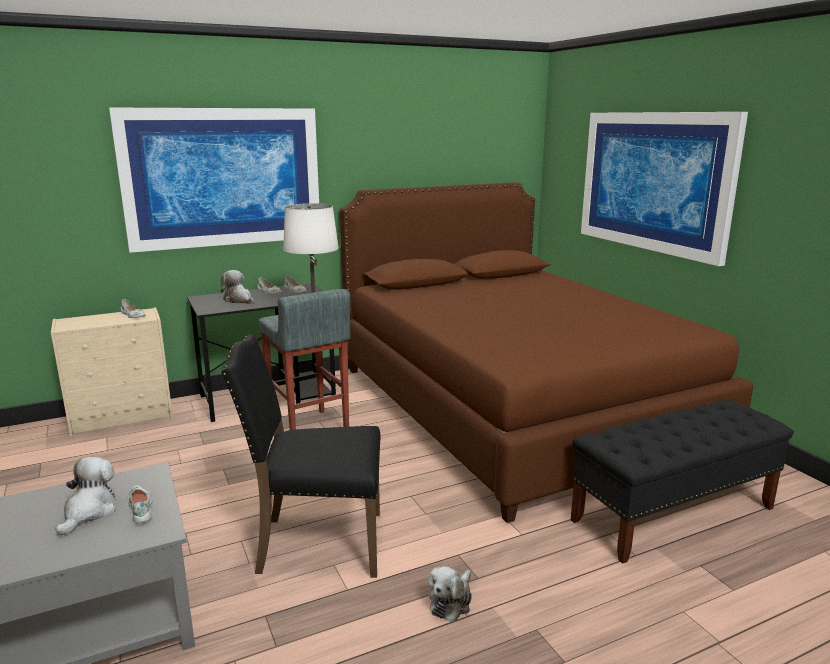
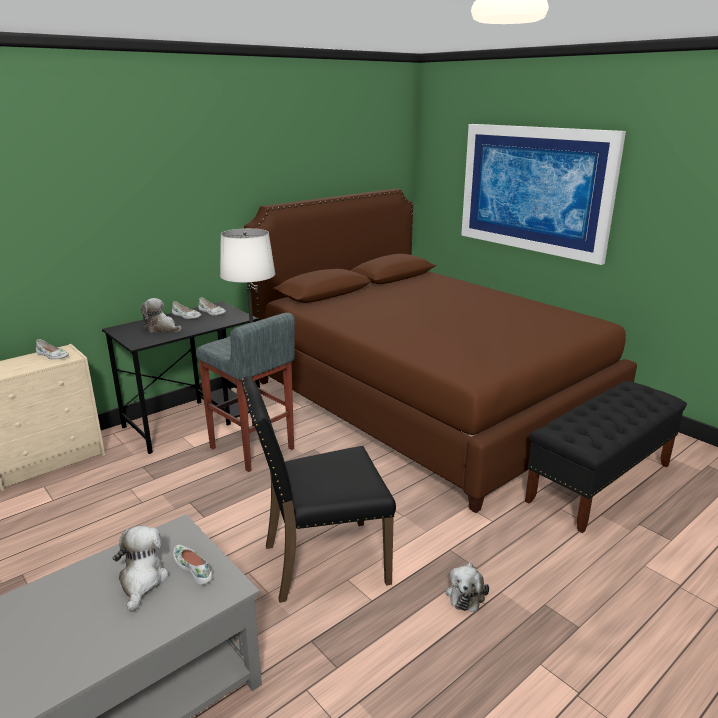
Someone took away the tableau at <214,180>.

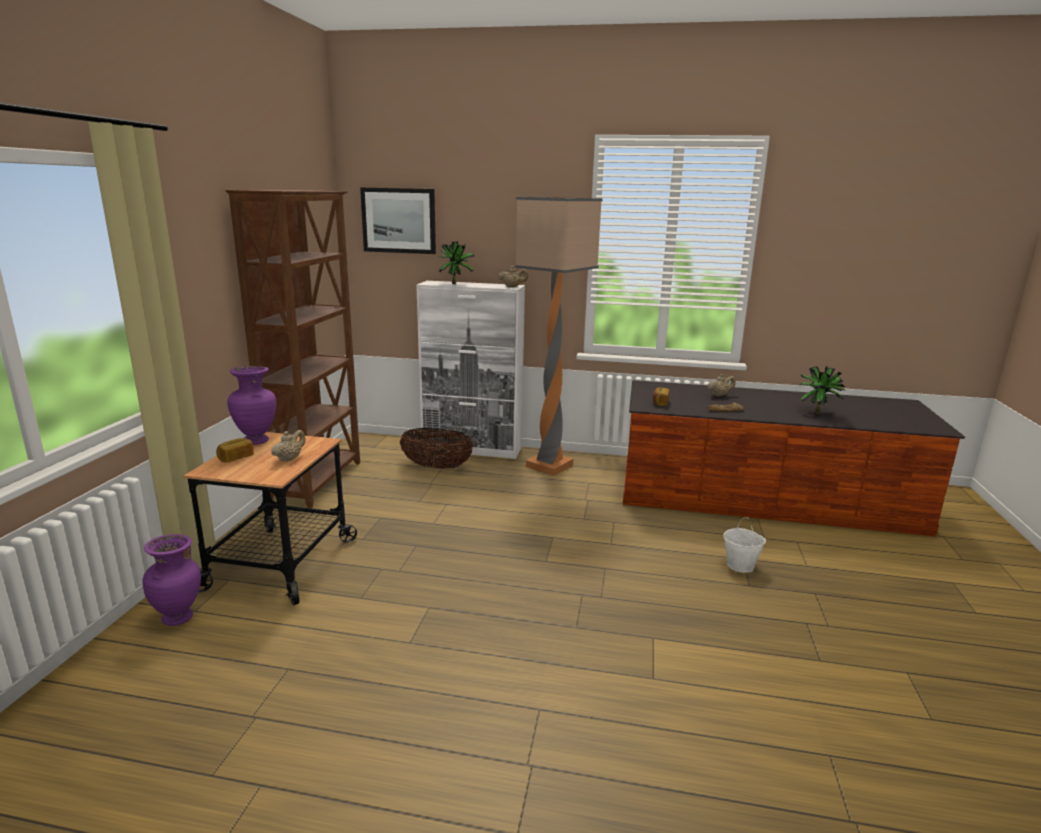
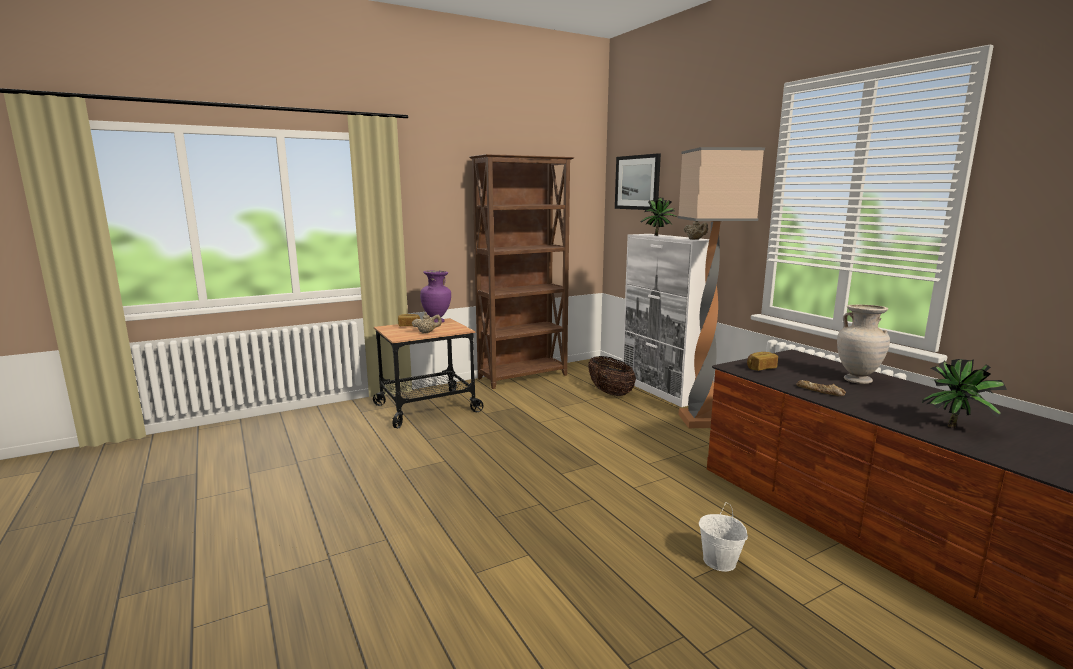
Someone took away the vase (violet) at <172,580>.
Someone swapped the théière (beige) at <721,385> for the vase (beige) at <863,344>.

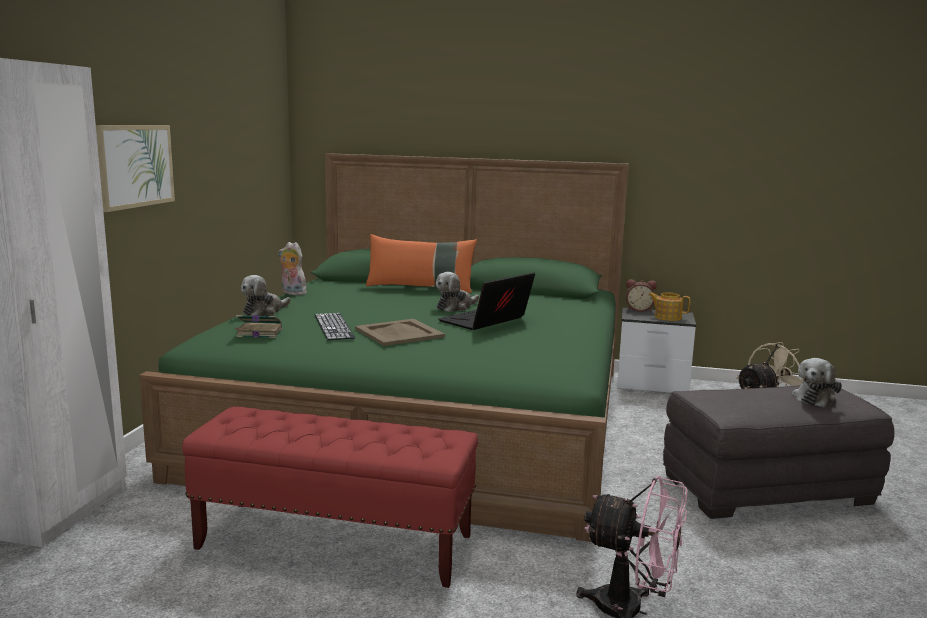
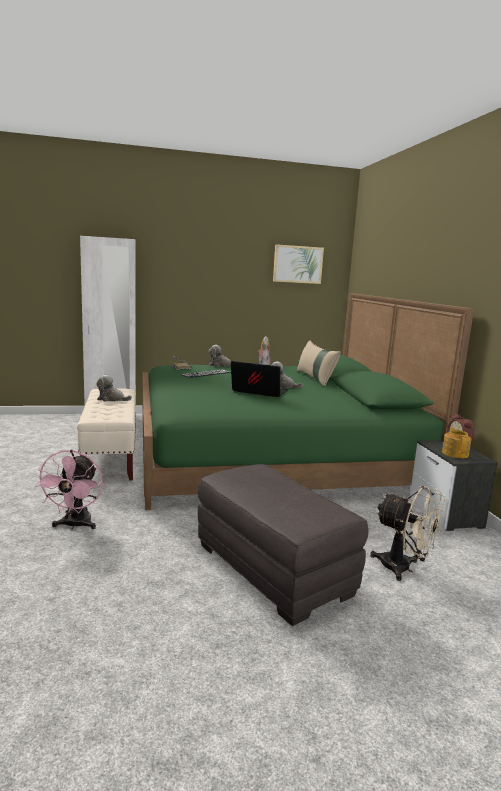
Someone carried the tableau from <135,168> to <298,264>.
Someone repainted the banc (rouge) at <330,497>, which became the banc (beige) at <106,434>.
Someone took away the plateau (beige) at <400,332>.
Someone repainted the coussin (orange) at <421,263>, which became the coussin (beige) at <319,363>.
Someone carried the peluche from <817,382> to <114,388>.

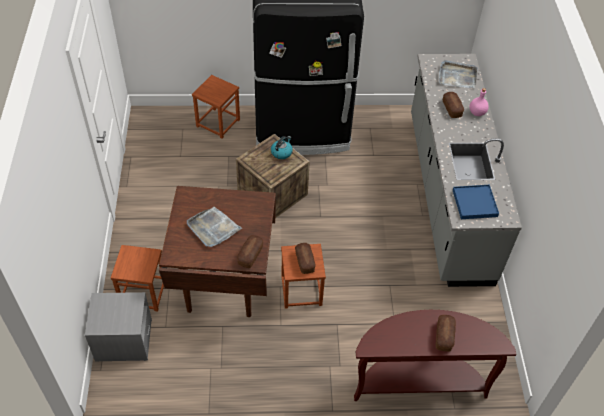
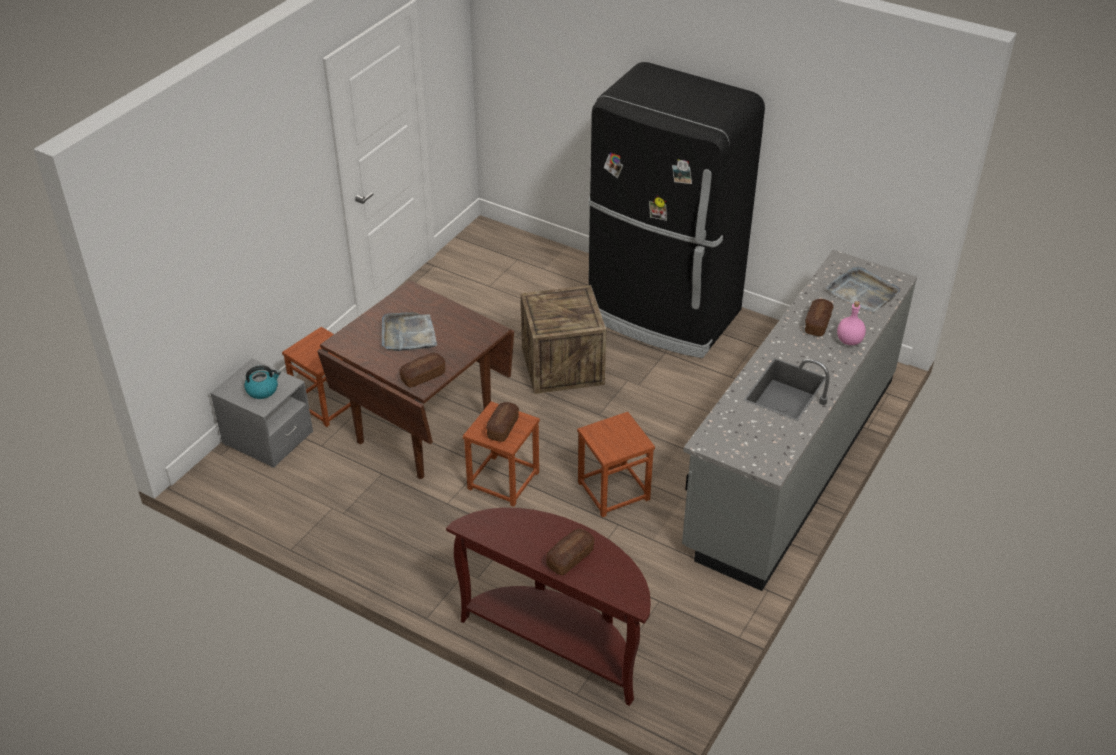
Someone carried the tabouret (marron) from <216,107> to <616,464>.
Someone carried the bouilloire from <282,147> to <262,382>.
Someone took away the plateau (bleu) at <476,202>.

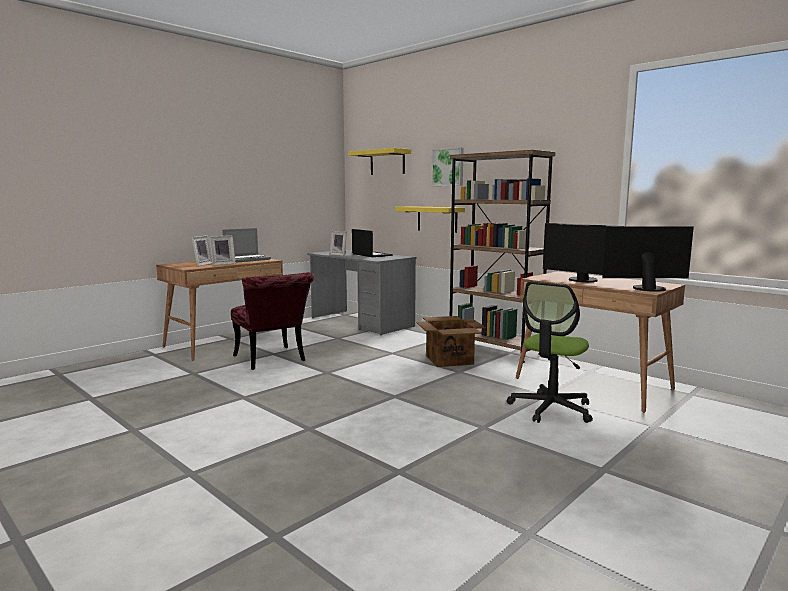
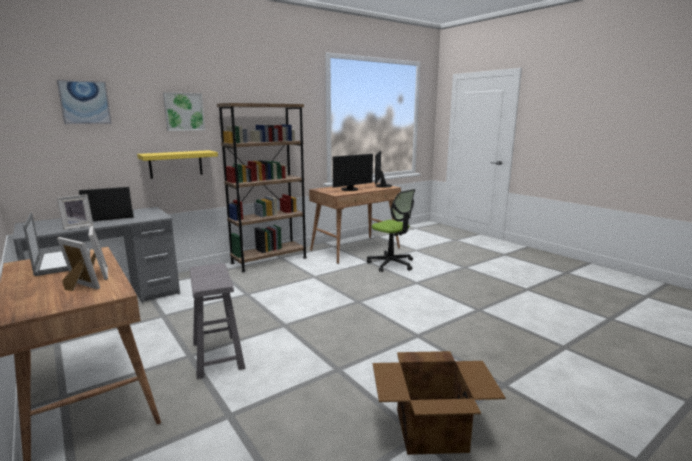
Someone swapped the chaise (rouge) at <272,321> for the tabouret (gris) at <217,321>.
Someone swapped the étagère (jaune) at <379,161> for the tableau at <84,102>.
Someone carried the carton from <451,341> to <439,403>.

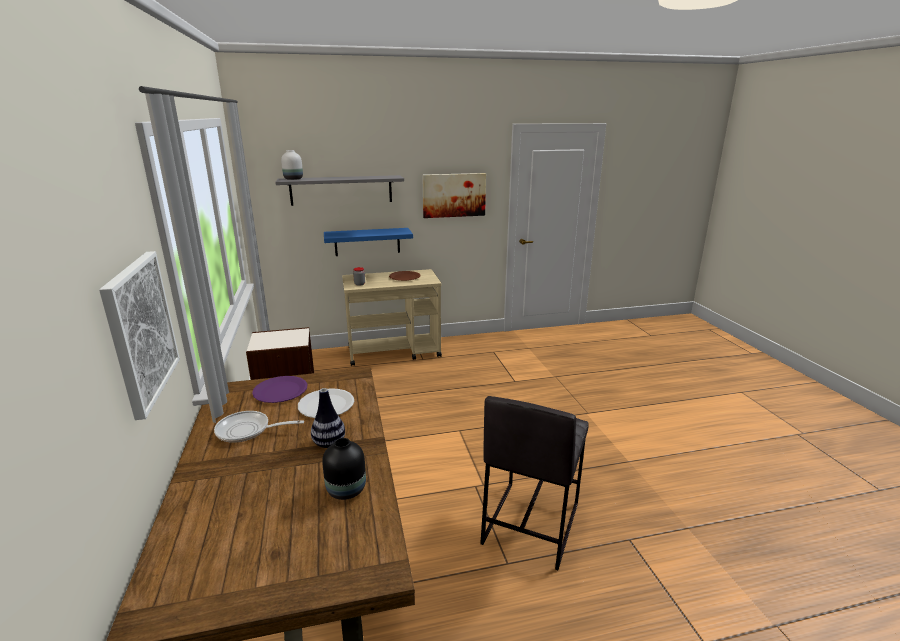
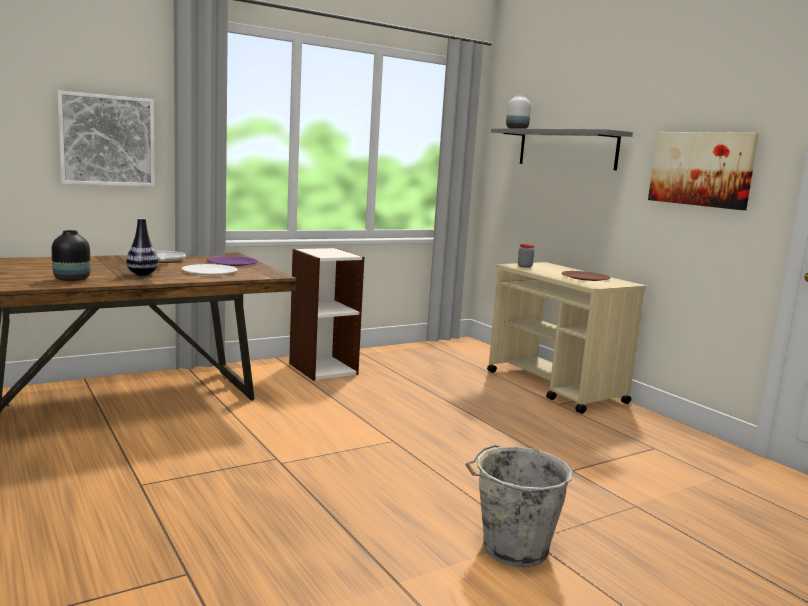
Someone took away the étagère (bleu) at <368,242>.
Someone took away the tabouret (gris) at <534,483>.
Someone put down the seau (gris) at <519,506>.

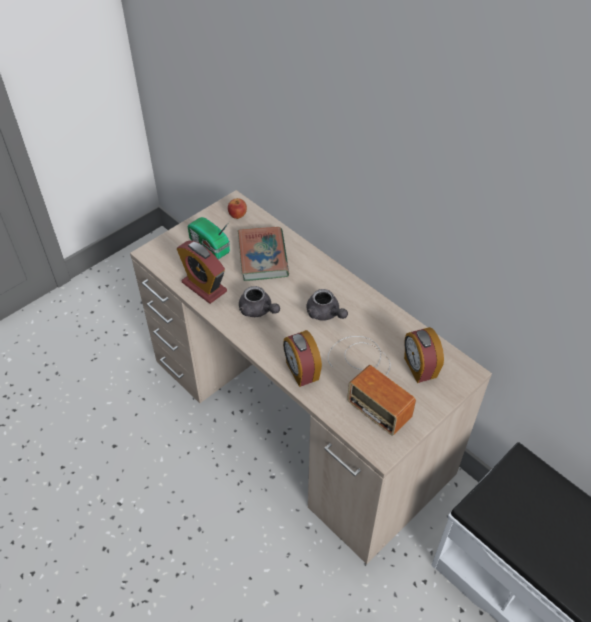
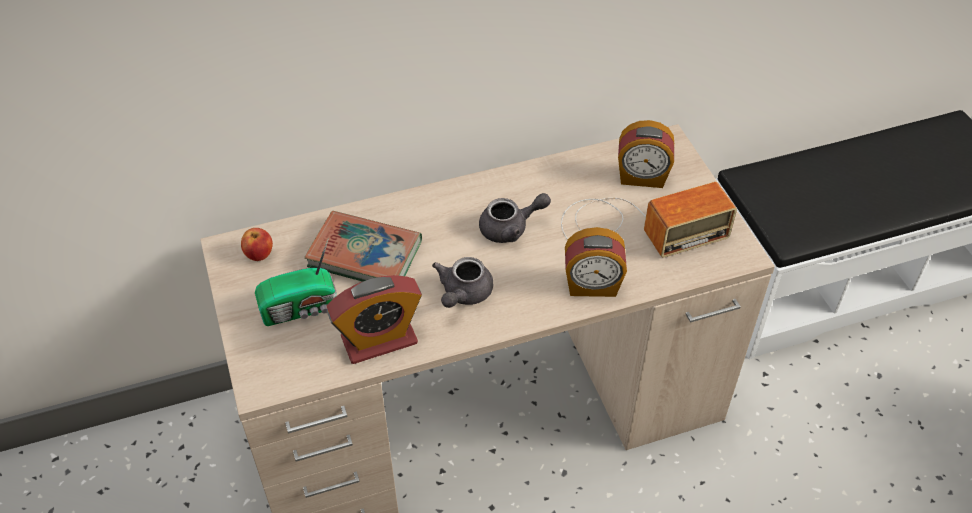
Someone rotated the théière (gris) at <259,301> by 135 degrees clockwise.

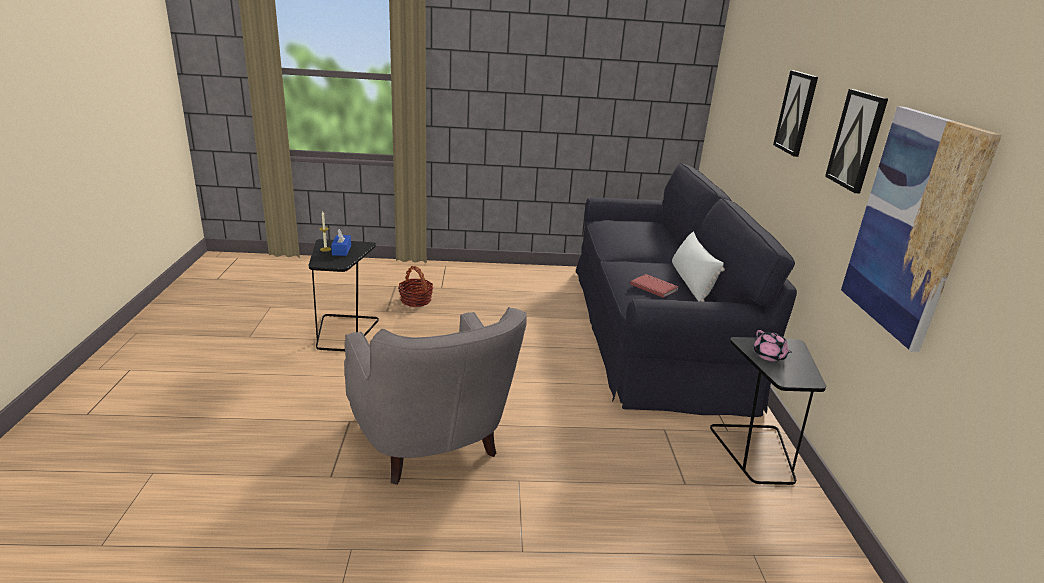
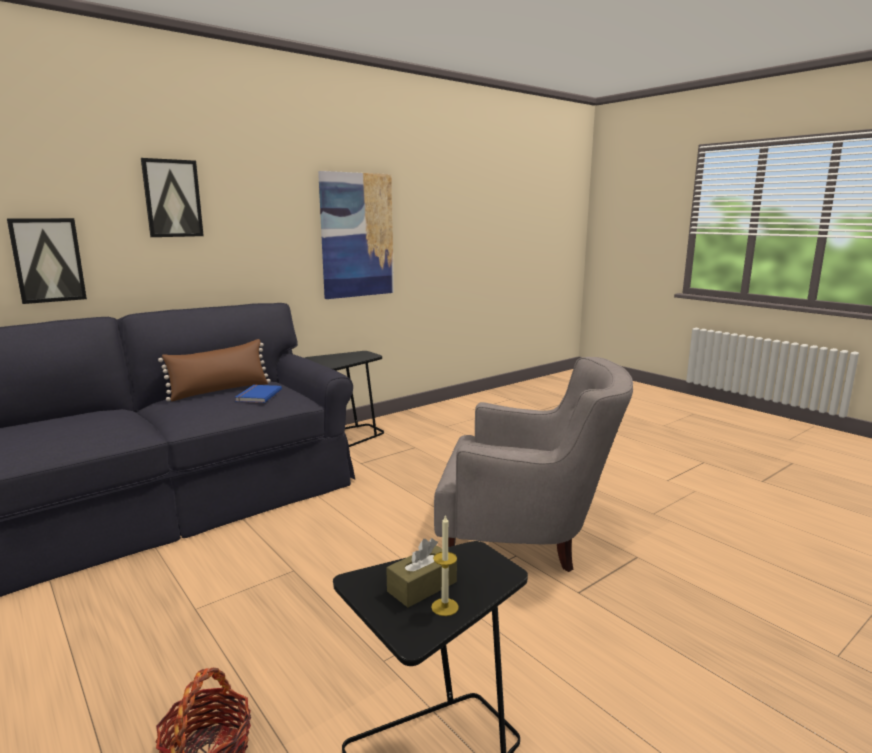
Someone repainted the boîte à mouchoirs (bleu) at <341,242>, which became the boîte à mouchoirs (marron) at <421,572>.
Someone rotated the fauteuil (gris) at <435,396> by 75 degrees clockwise.
Someone repainted the livre (rouge) at <654,286>, which became the livre (bleu) at <258,394>.
Someone repainted the coussin (blanc) at <698,266>, which became the coussin (marron) at <214,370>.
Someone took away the théière (rose) at <773,346>.
Someone carried the tableau from <856,141> to <47,261>.

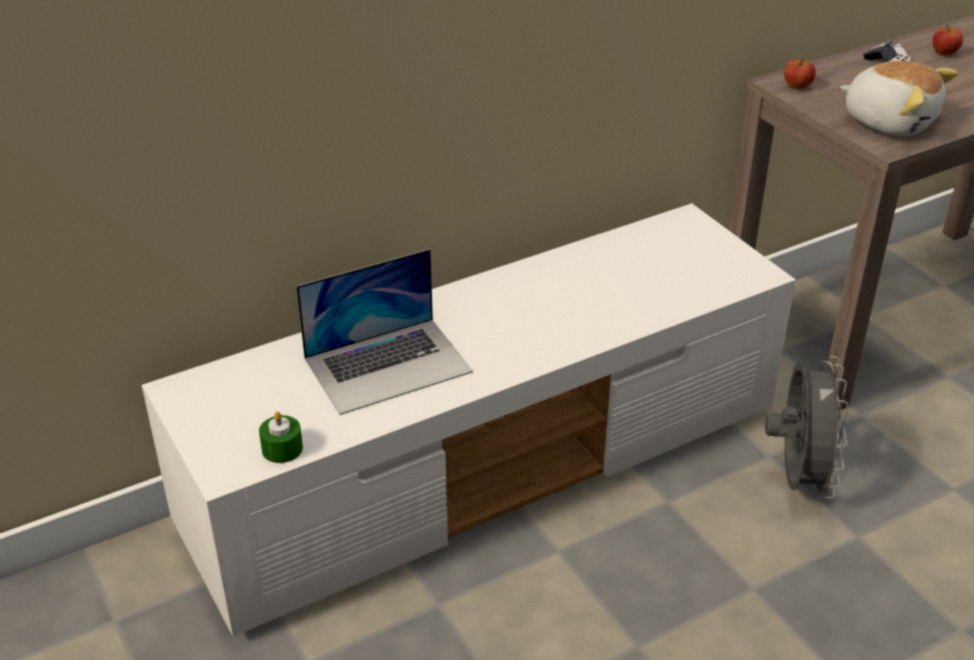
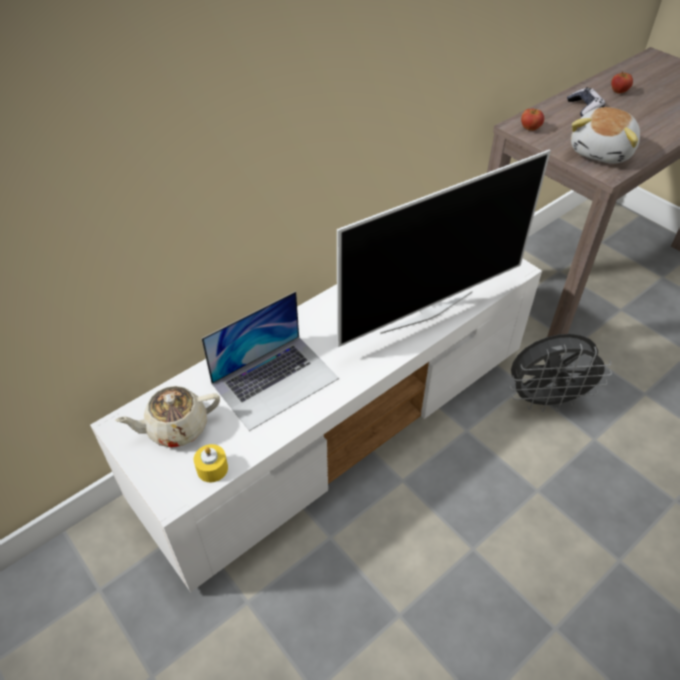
Someone repainted the bougie (vert) at <281,437>, which became the bougie (jaune) at <211,463>.
Someone rotated the ventilateur (gris) at <807,427> by 90 degrees clockwise.
Someone rotated the peluche at <899,98> by 90 degrees clockwise.
Someone put down the théière (beige) at <167,416>.
Someone put down the téléviseur at <444,248>.

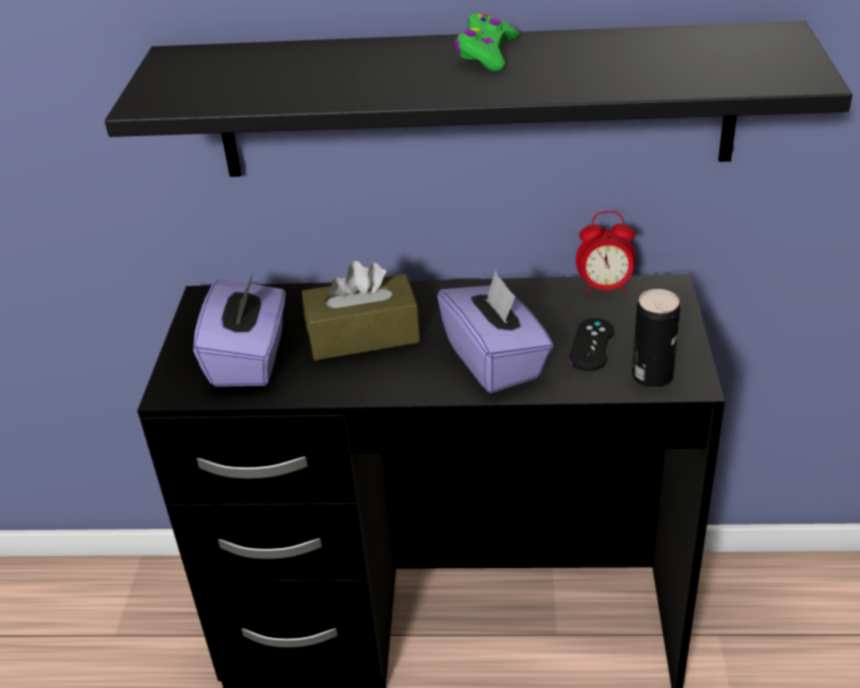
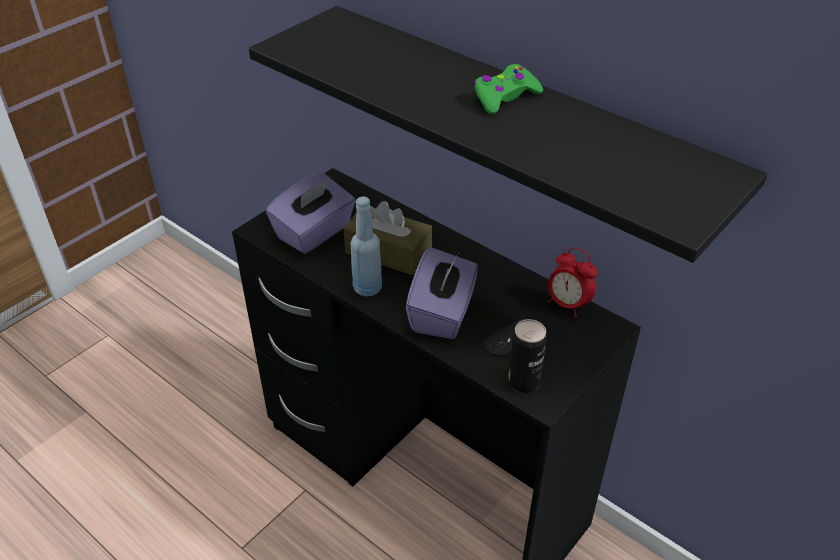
Someone put down the bouteille (bleu) at <366,246>.

